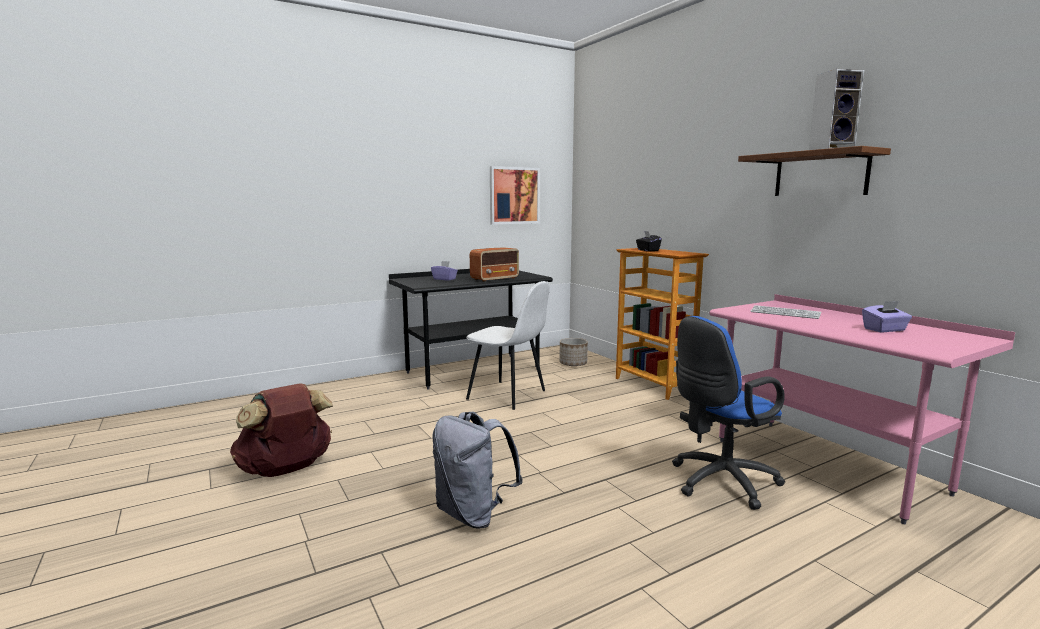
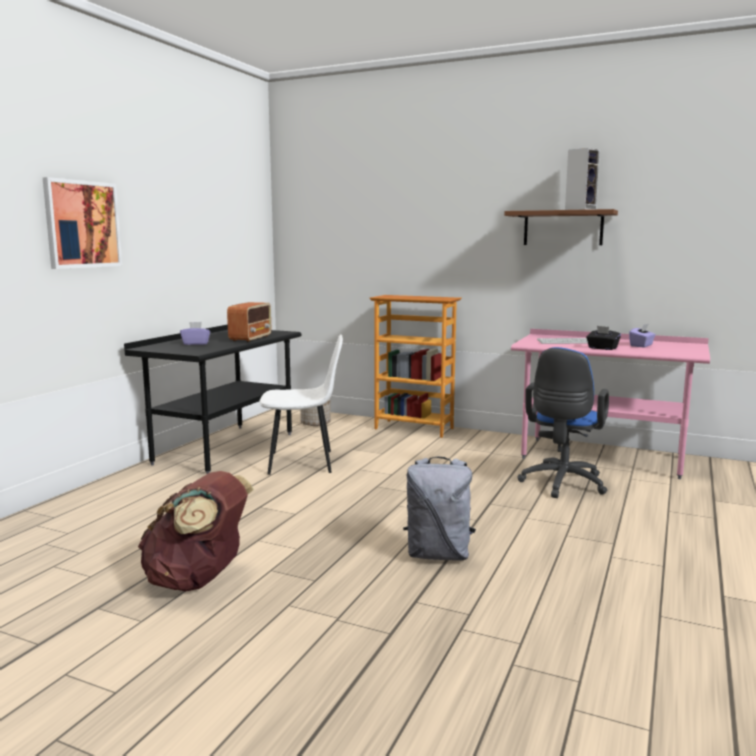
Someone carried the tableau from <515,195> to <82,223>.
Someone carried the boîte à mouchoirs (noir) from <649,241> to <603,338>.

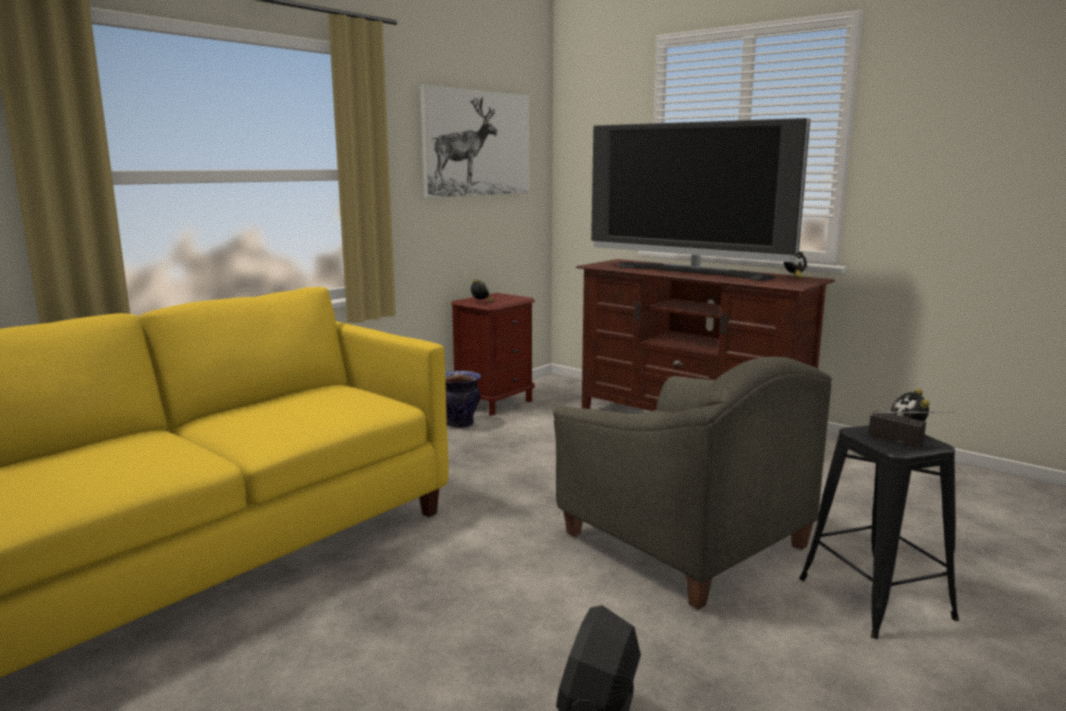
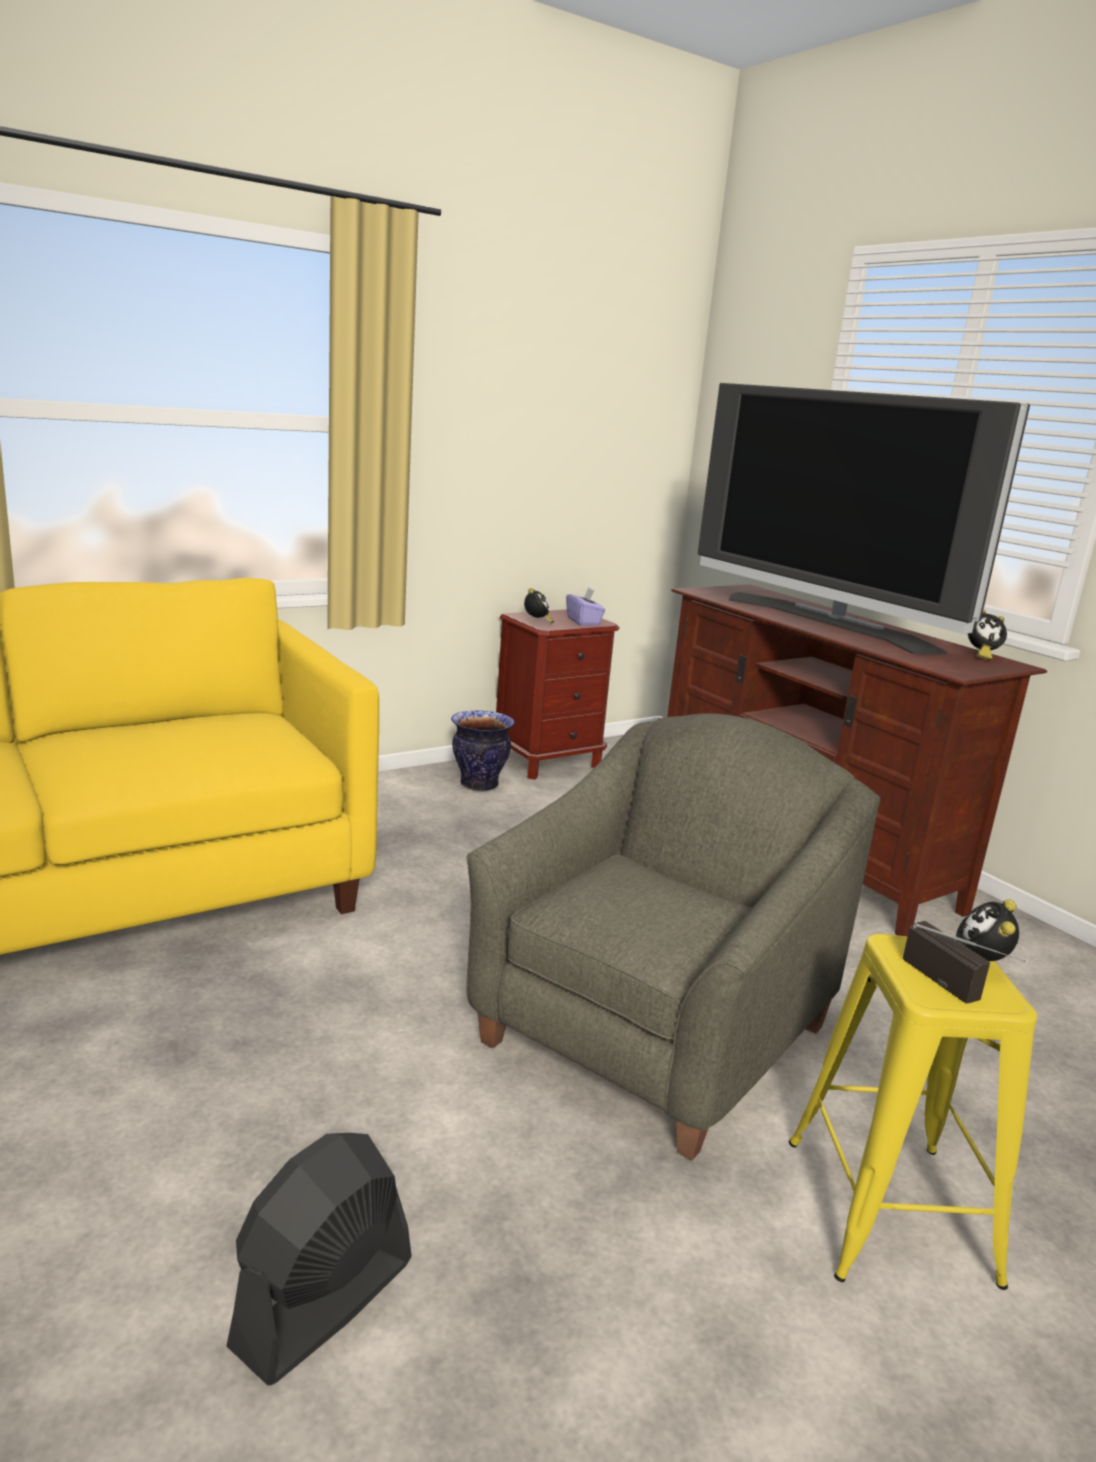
Someone took away the tableau at <474,141>.
Someone rotated the fauteuil (gris) at <692,483> by 120 degrees counterclockwise.
Someone repainted the tabouret (noir) at <879,532>, which became the tabouret (jaune) at <913,1111>.
Someone put down the boîte à mouchoirs (violet) at <585,606>.

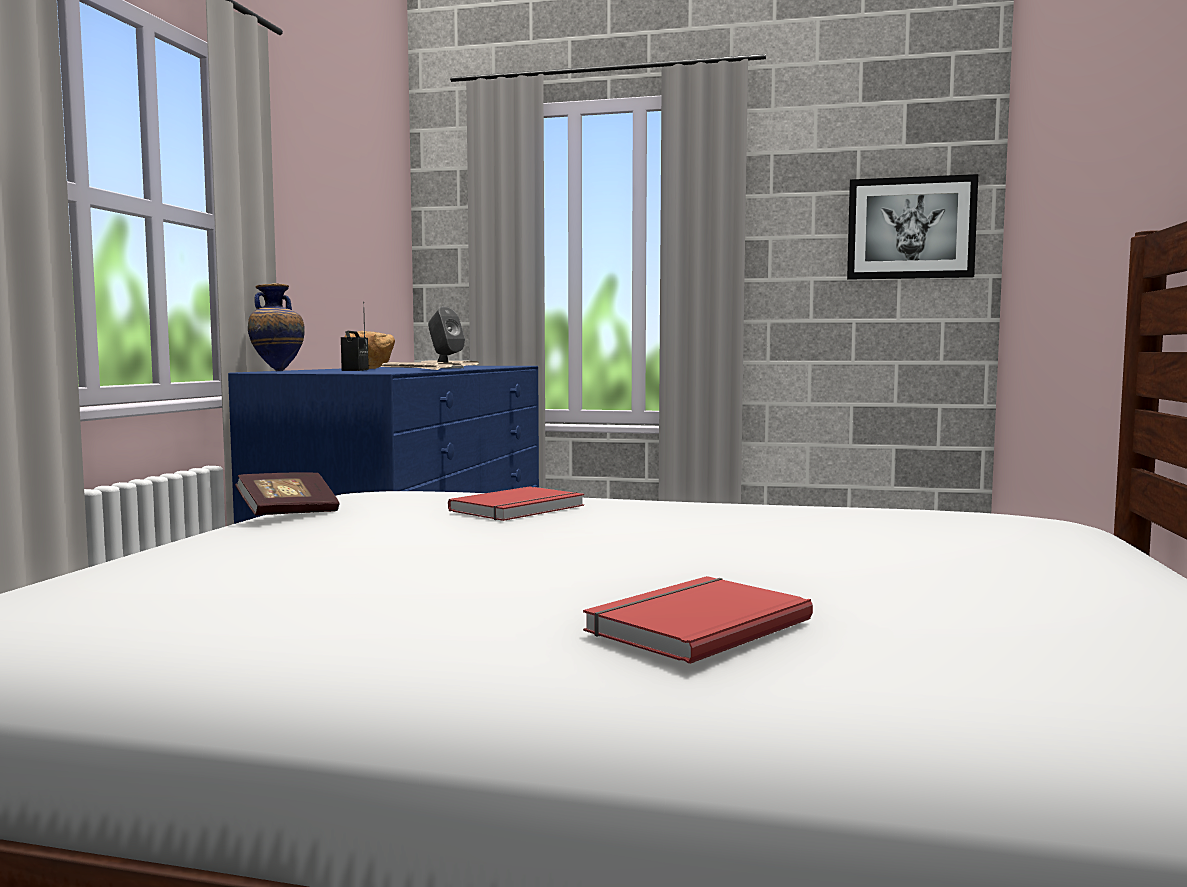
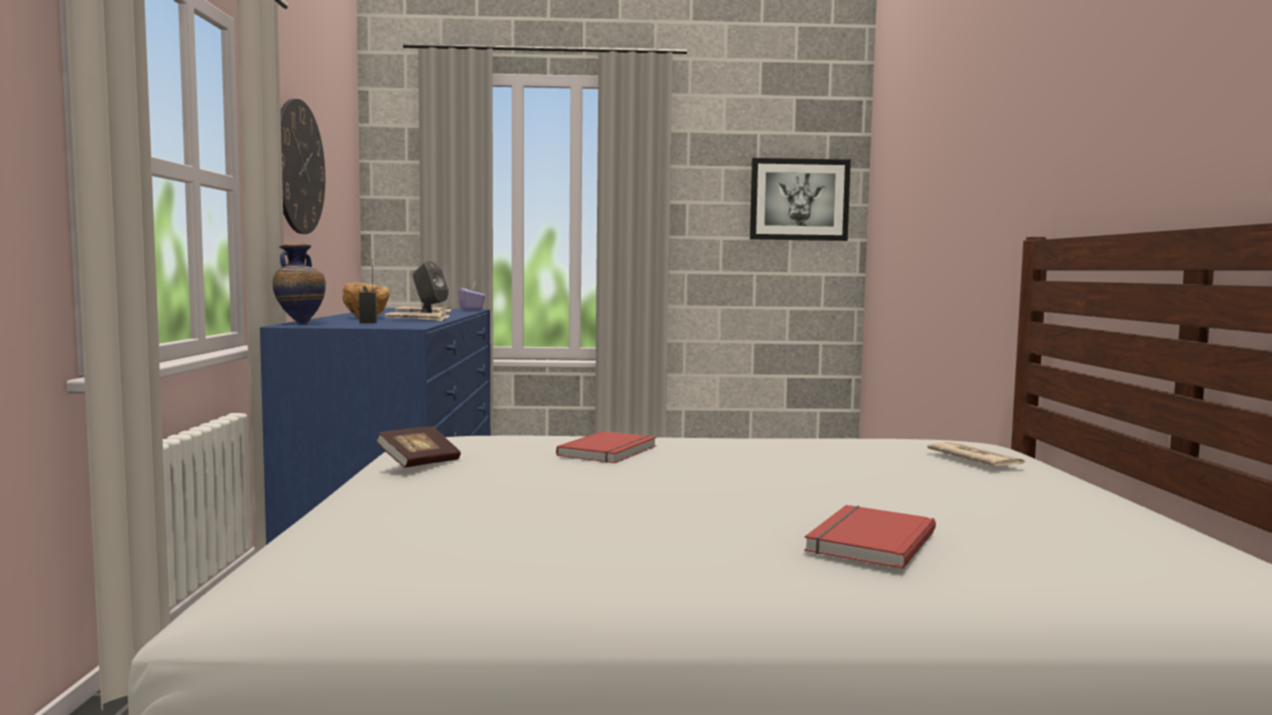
Someone put up the horloge murale at <302,166>.
Someone put down the boîte à mouchoirs (violet) at <472,296>.
Someone put down the journal at <976,454>.

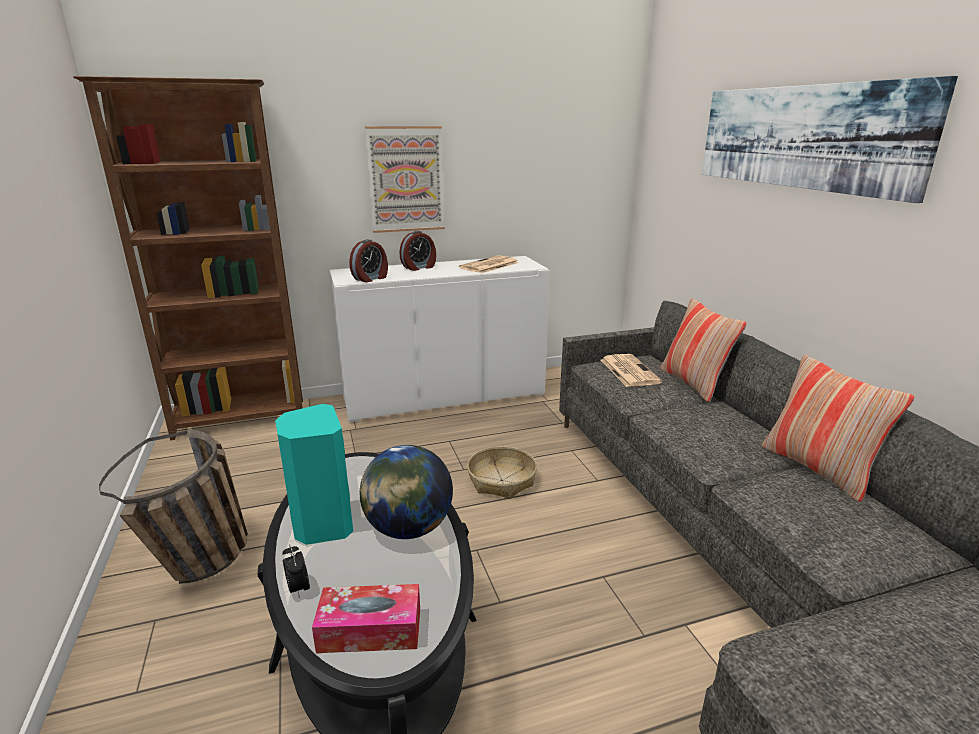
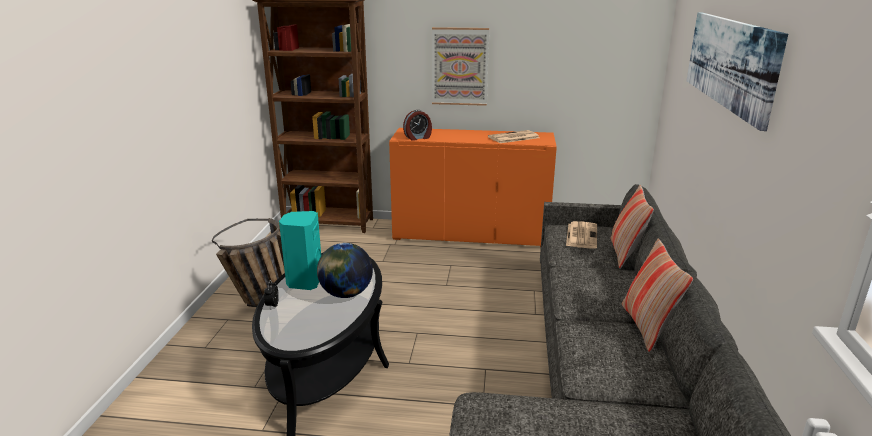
Someone took away the boîte à mouchoirs at <366,618>.
Someone repainted the meuble de rangement (blanc) at <439,339>, which became the meuble de rangement (orange) at <473,187>.
Someone took away the réveil at <418,251>.
Someone took away the panier at <502,472>.

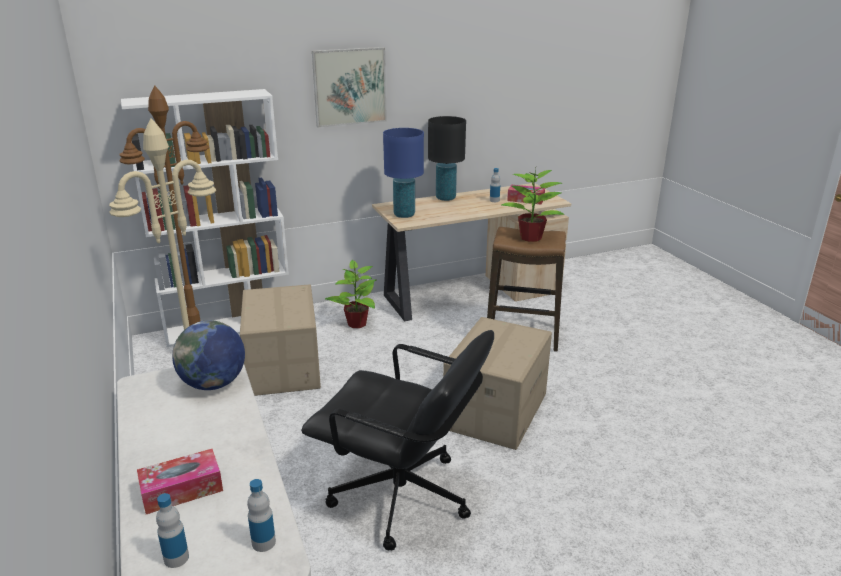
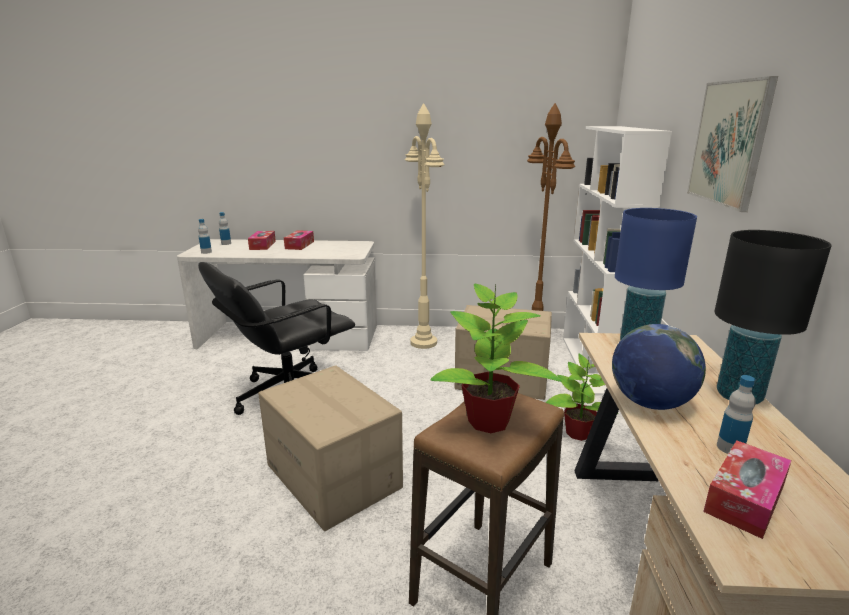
Someone carried the globe from <208,355> to <659,367>.
Someone put down the boîte à mouchoirs at <299,240>.

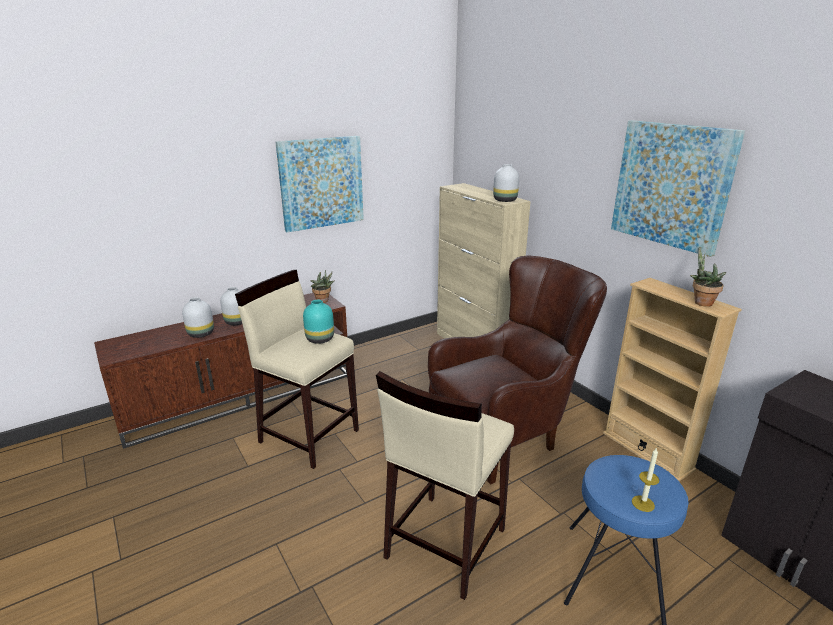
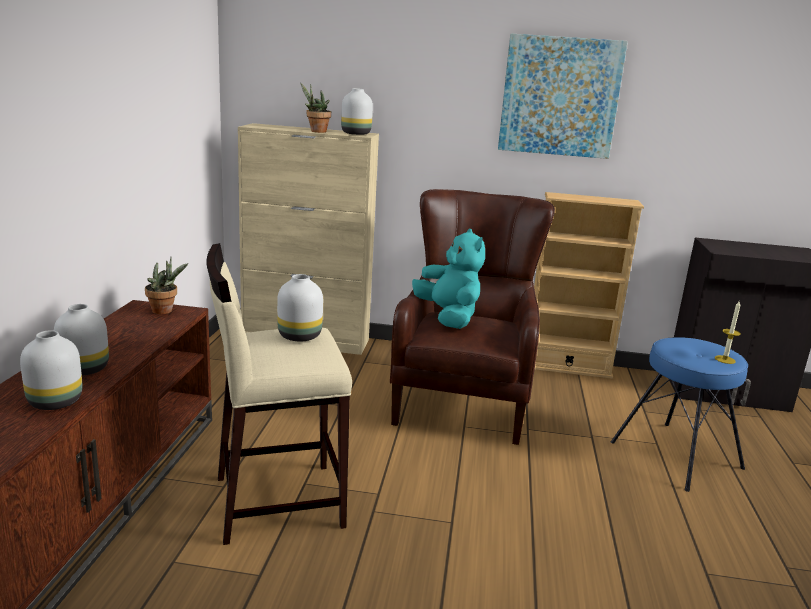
Someone took away the tableau at <319,184>.
Someone repainted the vase (turquoise) at <318,322>, which became the vase (blanc) at <300,307>.
Someone took away the tabouret (beige) at <445,485>.
Someone carried the plante en pot from <708,277> to <315,108>.
Someone put down the peluche (turquoise) at <448,279>.

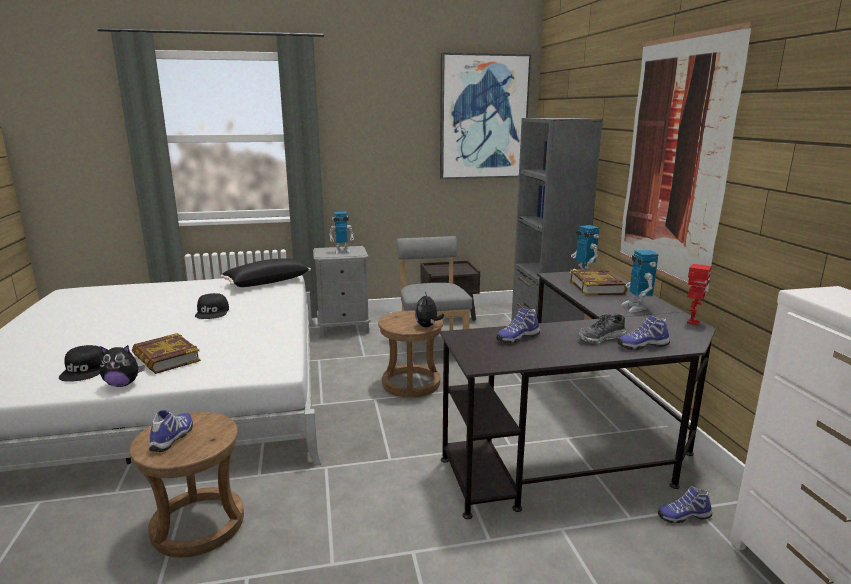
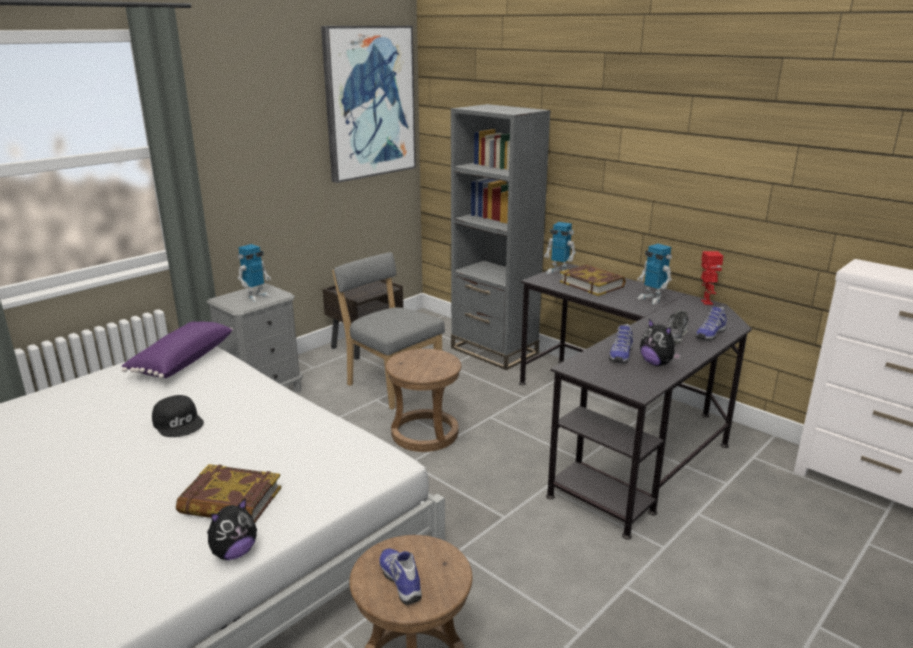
Someone took away the casquette (noir) at <81,363>.
Someone repainted the coussin (noir) at <265,272>, which became the coussin (violet) at <177,349>.
Someone carried the peluche from <429,309> to <660,342>.
Someone took away the tableau at <686,158>.
Someone took away the chaussure at <685,504>.

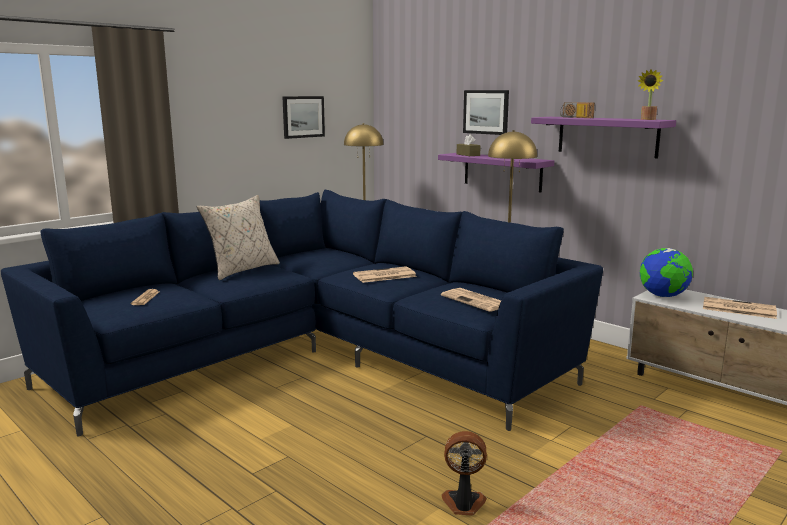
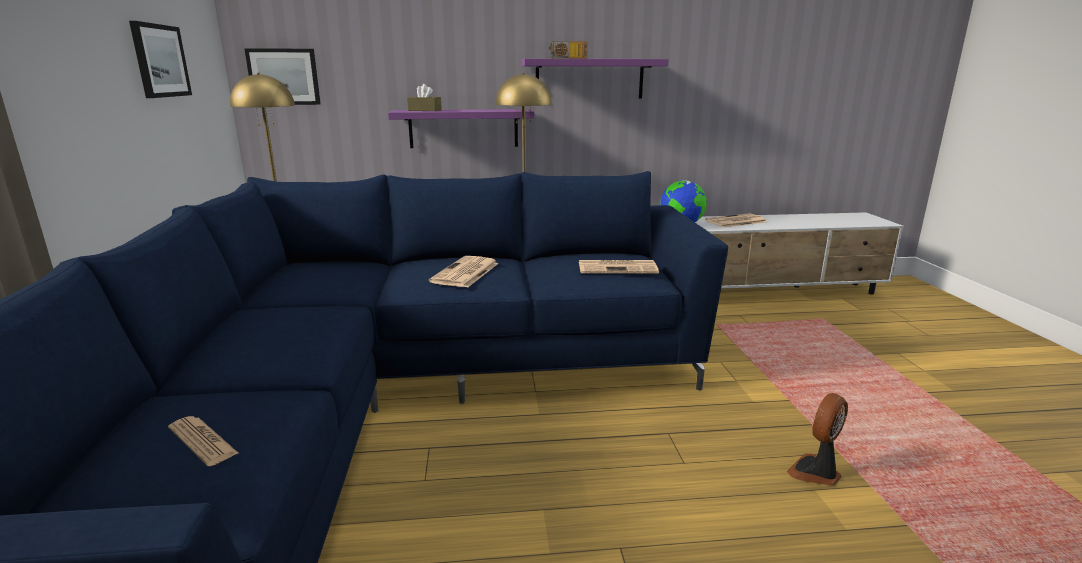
Someone took away the coussin (beige) at <238,237>.
Someone carried the tableau from <486,112> to <282,76>.
Someone took away the plante en pot at <650,95>.

